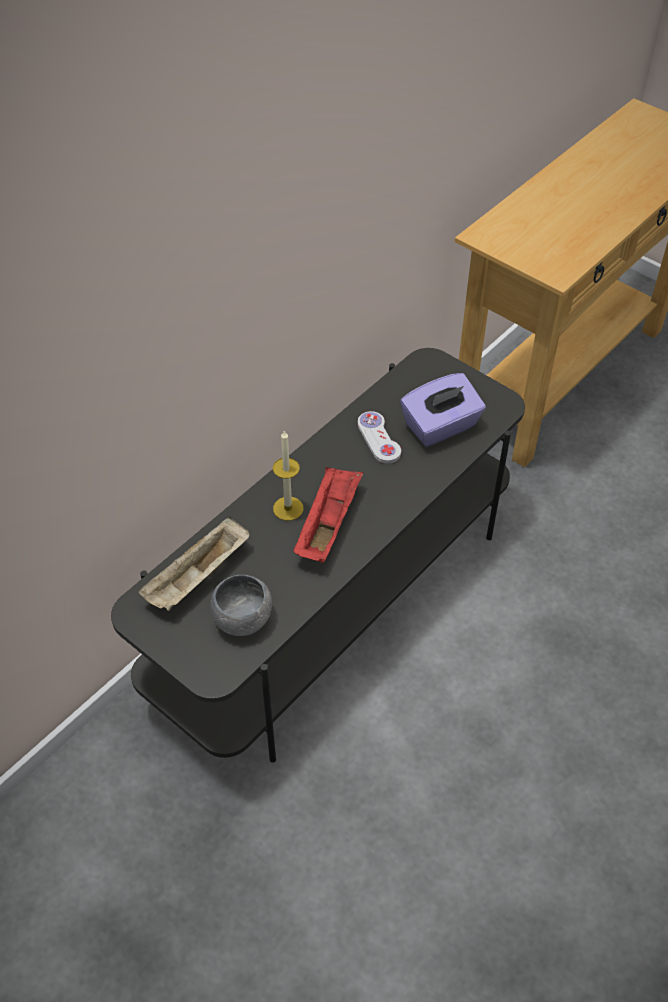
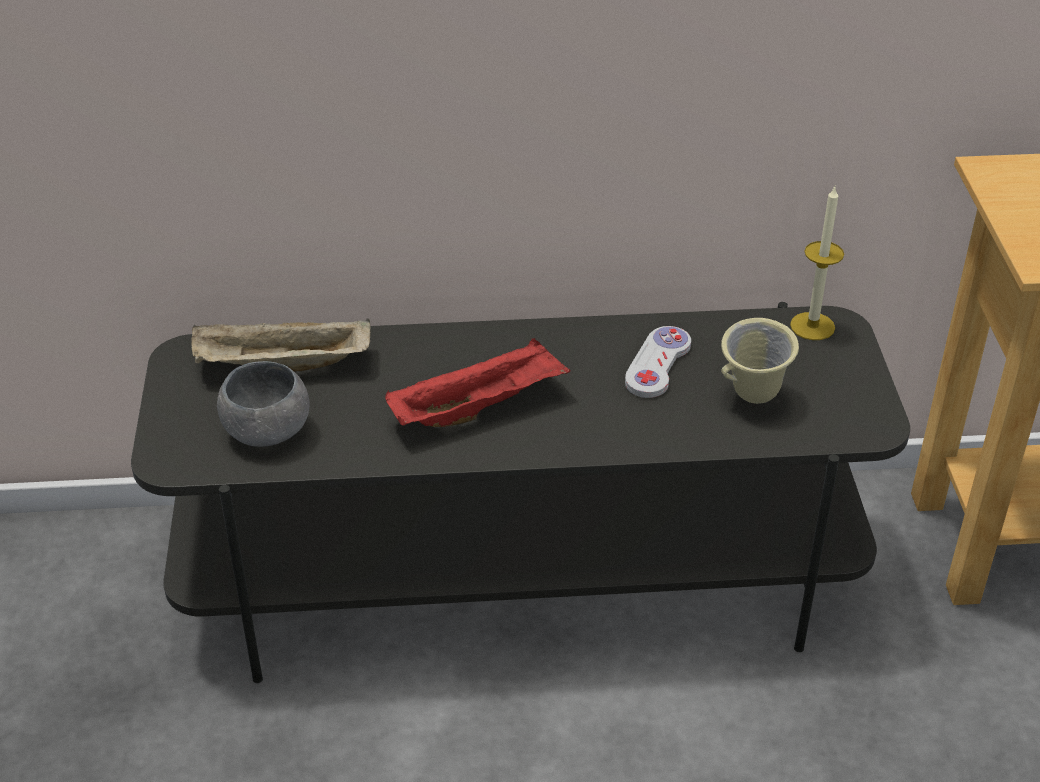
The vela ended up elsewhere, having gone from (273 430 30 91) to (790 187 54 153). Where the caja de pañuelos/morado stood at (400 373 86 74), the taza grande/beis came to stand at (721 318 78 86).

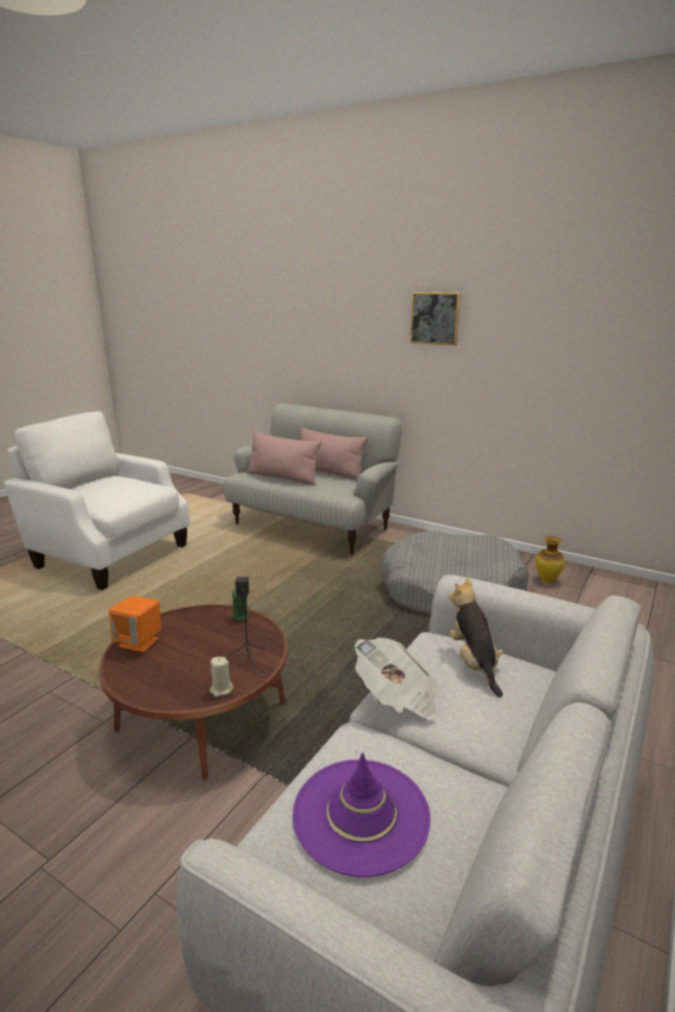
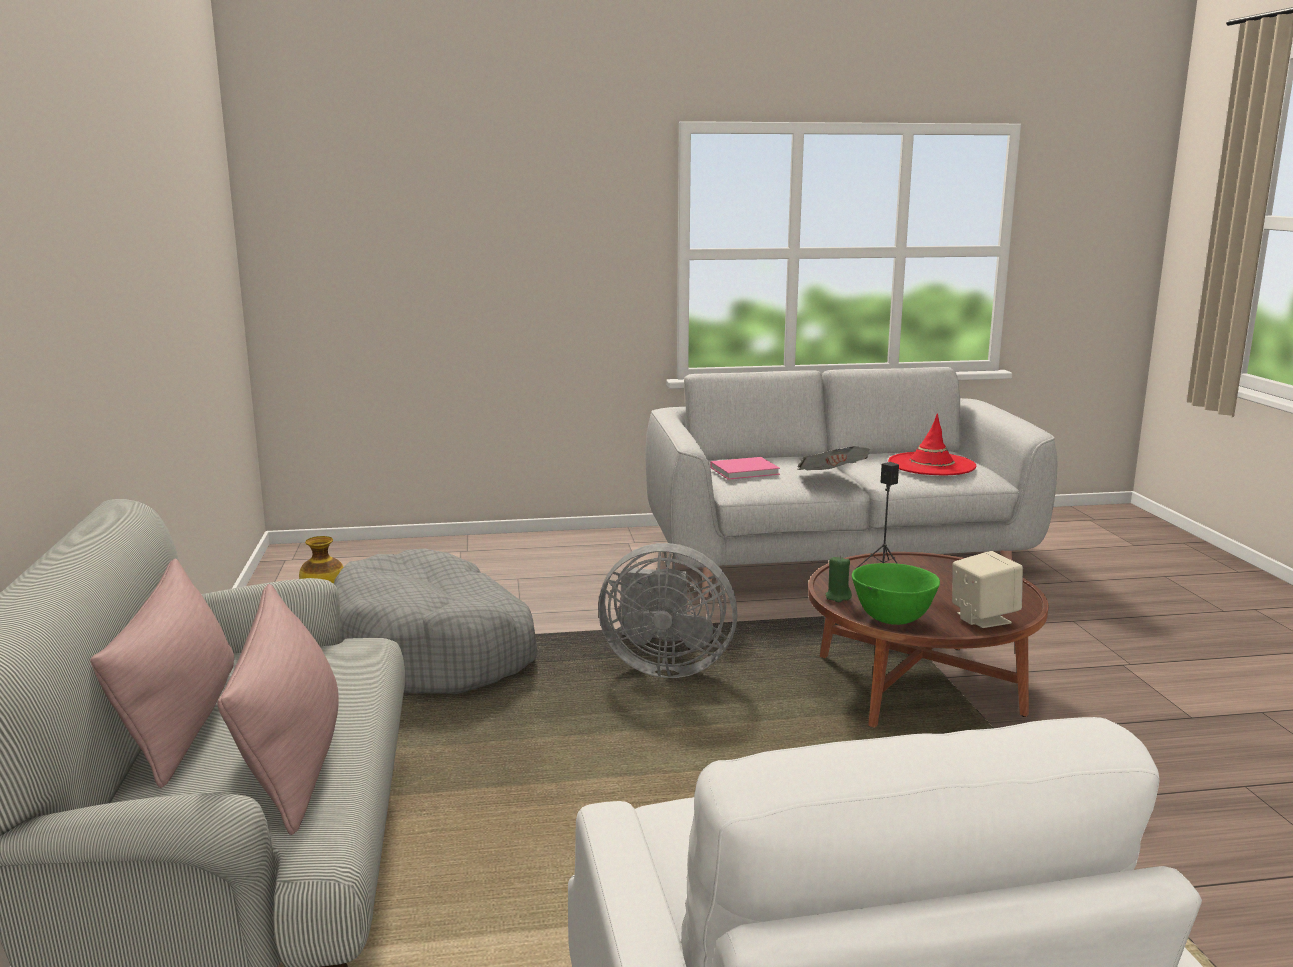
What was the altavoz/naranja at (109 596 52 56) turned into the altavoz/beis at (952 551 71 77). The second view lost the vela/beis at (210 657 23 40). What was the sombrero/morado at (293 753 138 124) turned into the sombrero/rojo at (888 414 88 61). The second view lost the cuadro at (410 292 51 54). Where the peluche stood at (449 577 54 120), the libro/rosa came to stand at (710 457 70 23). The second view gained the ventilador/gris at (598 543 139 135). The second view gained the cuenco/verde at (852 563 88 62).

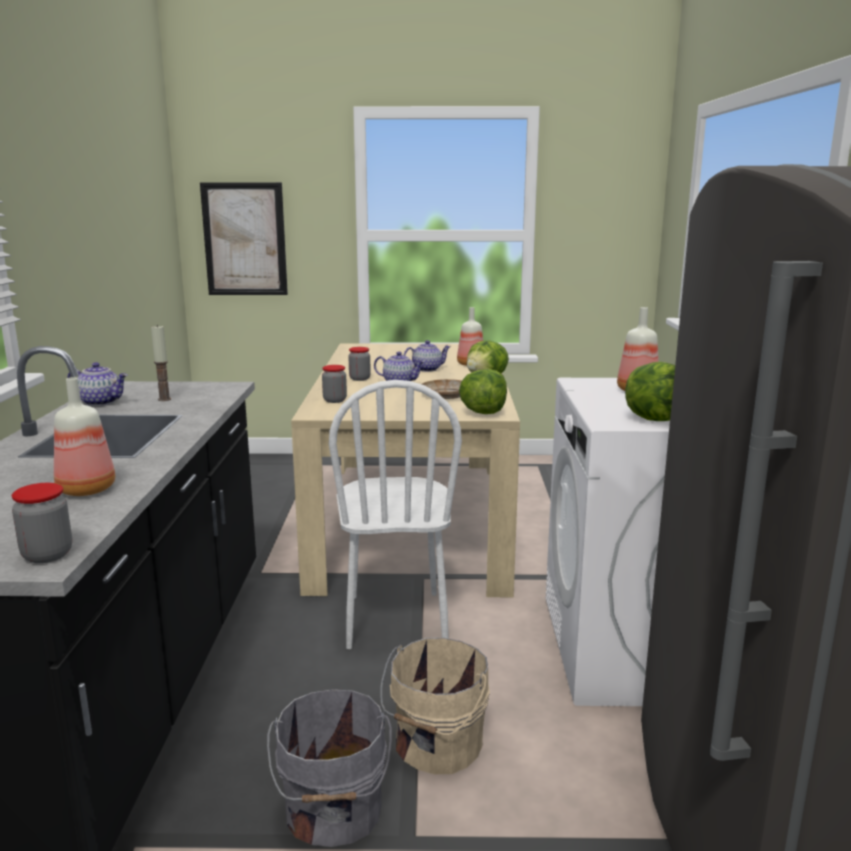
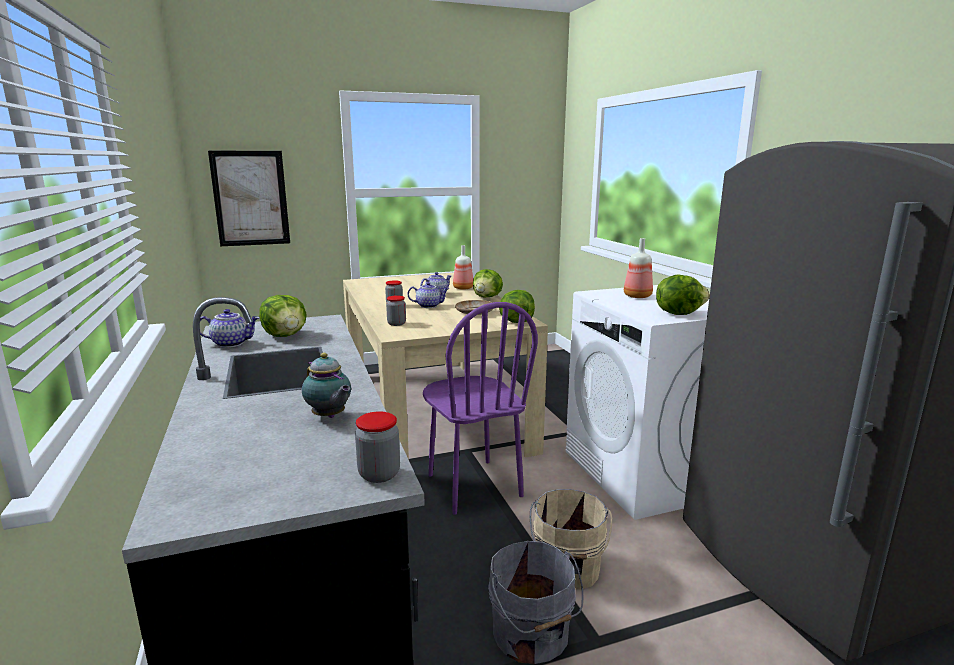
Where the botella stood at (54 377 61 119), the tetera came to stand at (302 353 49 65). Where the vela stood at (151 324 20 77), the lechuga came to stand at (259 295 48 42). What was the silla/blanco at (329 380 133 269) turned into the silla/morado at (423 302 115 213).

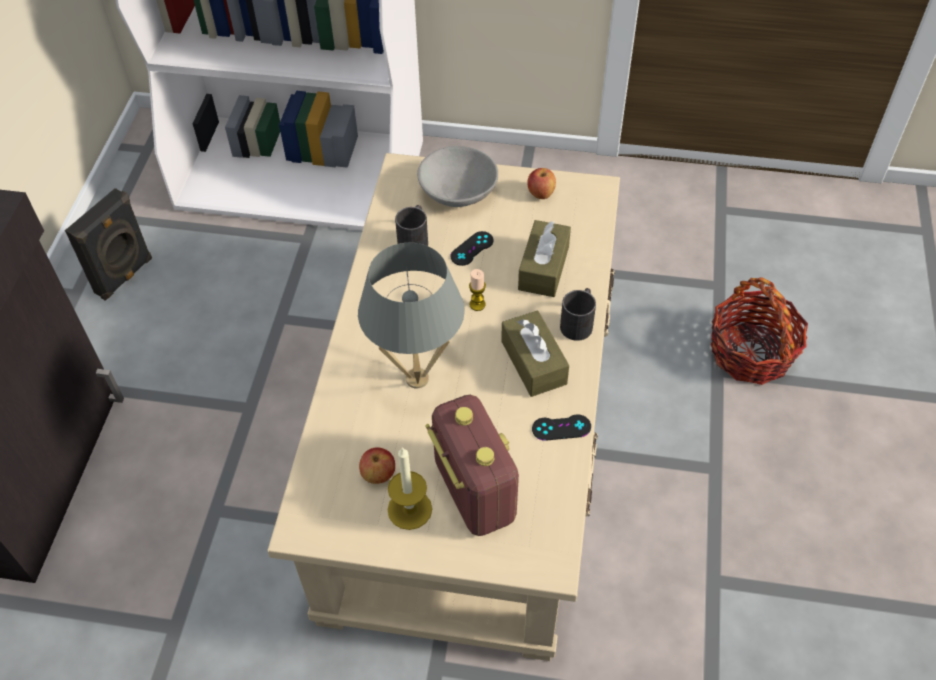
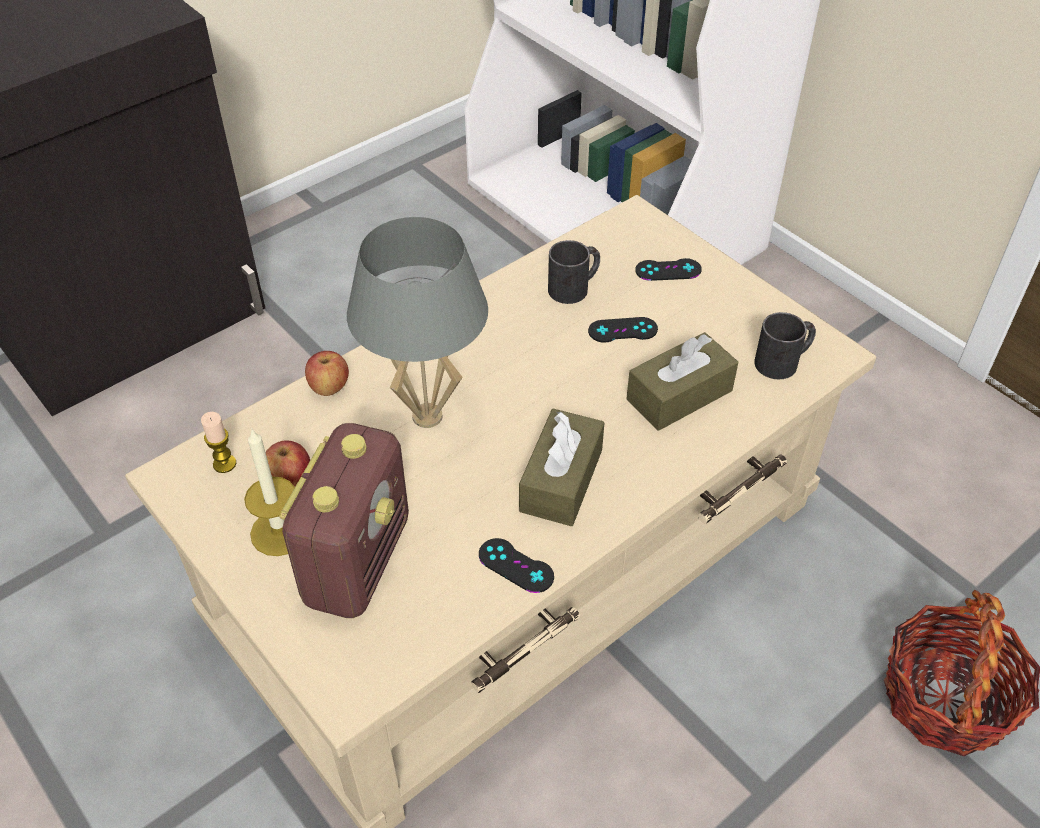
The second view lost the altavoz/negro at (65 188 87 112). Where the cuenco/gris stood at (417 146 81 61), the mando de consola/negro came to stand at (635 258 67 23). The vela ended up elsewhere, having gone from (469 269 17 42) to (201 412 35 61). The manzana ended up elsewhere, having gone from (527 168 29 31) to (305 351 44 45). The taza grande/negro ended up elsewhere, having gone from (560 288 36 53) to (754 312 62 67).

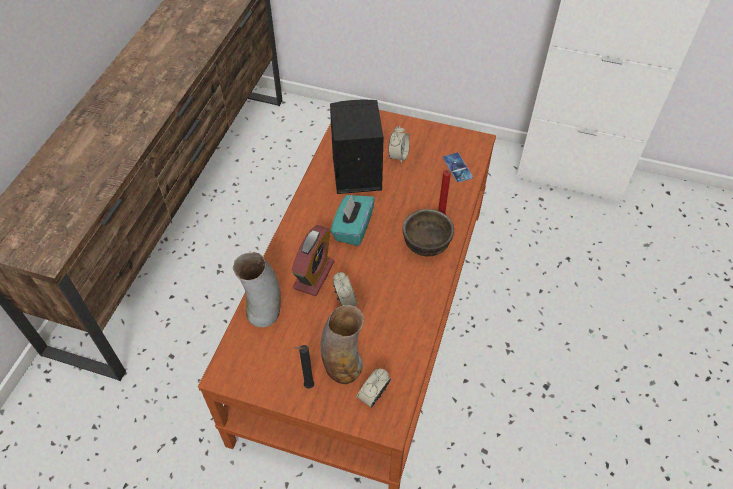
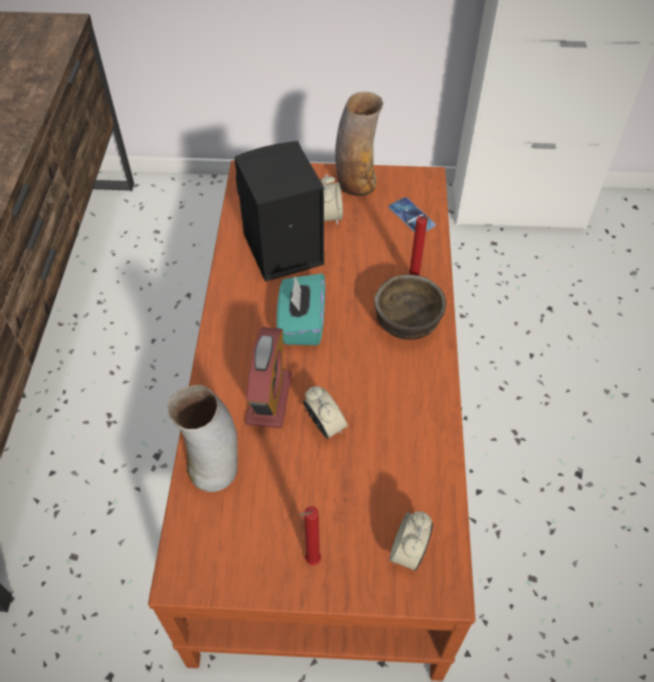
What was the vela/negro at (294 345 20 44) turned into the vela/rojo at (299 506 22 59). The florero ended up elsewhere, having gone from (321 305 43 79) to (335 92 48 104).

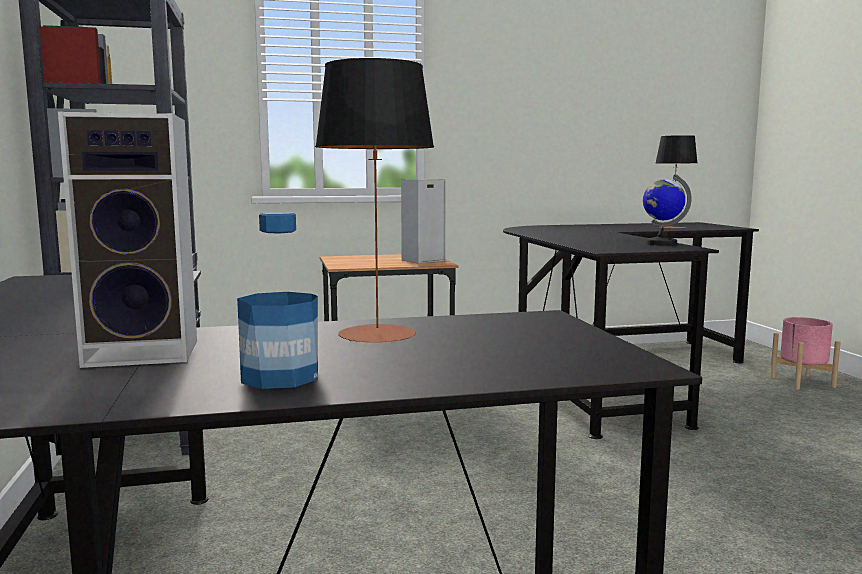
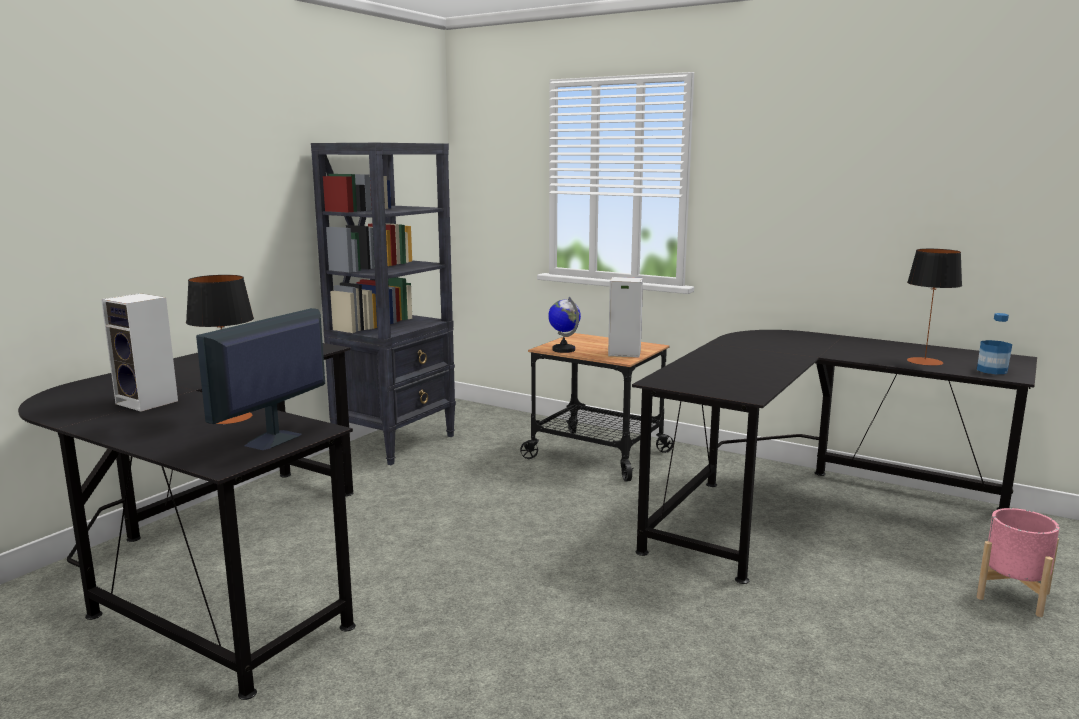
The botella ended up elsewhere, having gone from (237 212 81 177) to (977 313 35 61). The globo terráqueo ended up elsewhere, having gone from (643 174 49 72) to (548 297 33 56). The second view gained the monitor at (196 308 129 142).

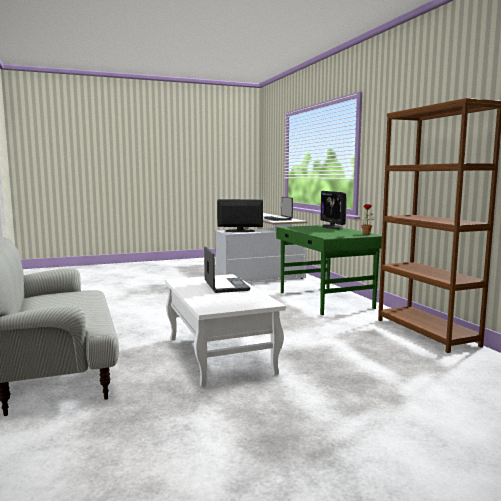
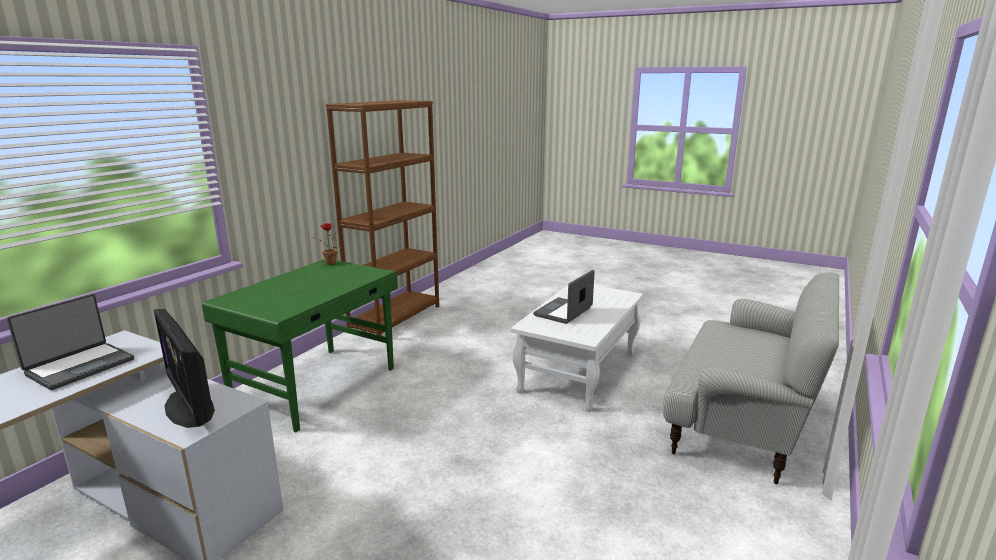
The second view lost the monitor at (320 191 27 38).

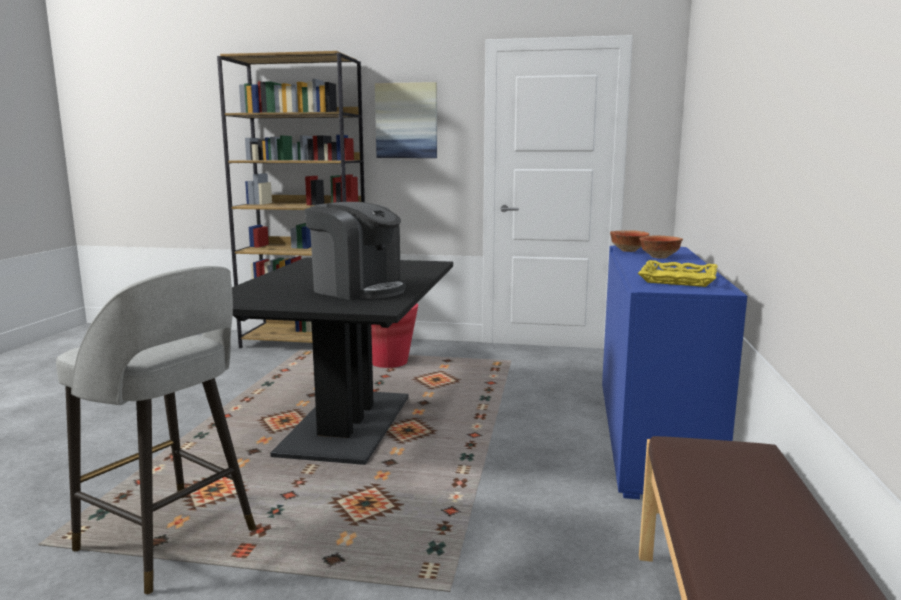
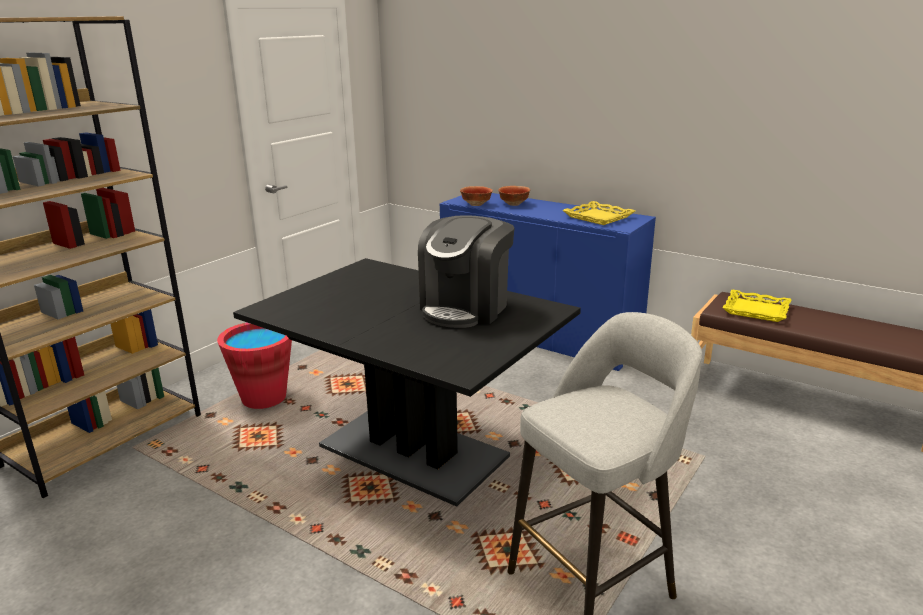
The cafetera at (305 202 101 98) ended up facing another way, 150 degrees clockwise from before. The second view lost the cuadro at (375 82 62 76). The second view gained the bandeja/amarillo at (722 290 70 32).

